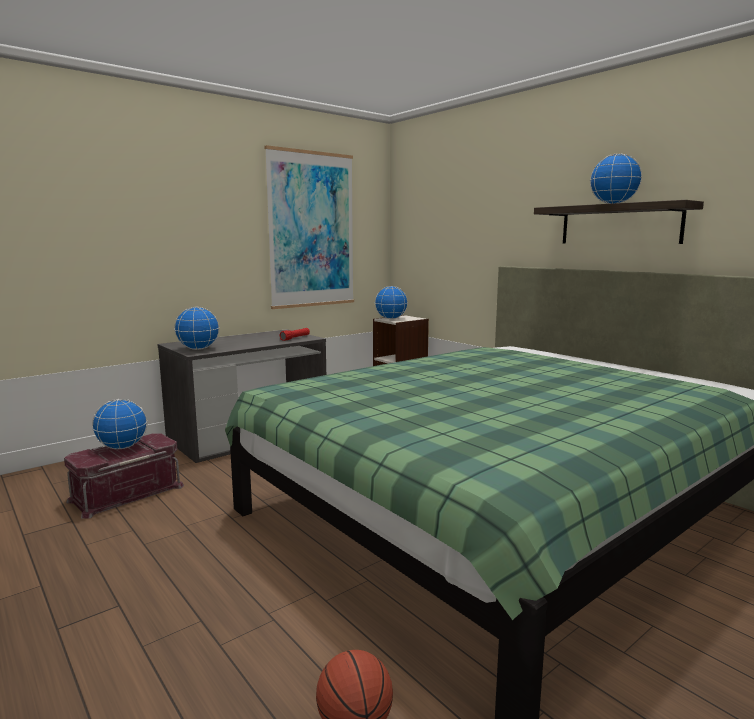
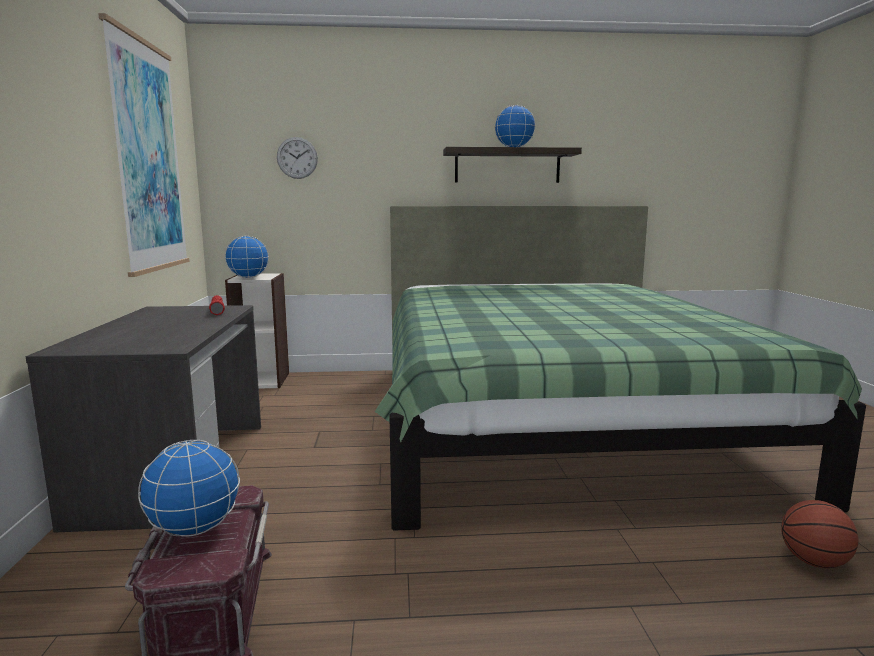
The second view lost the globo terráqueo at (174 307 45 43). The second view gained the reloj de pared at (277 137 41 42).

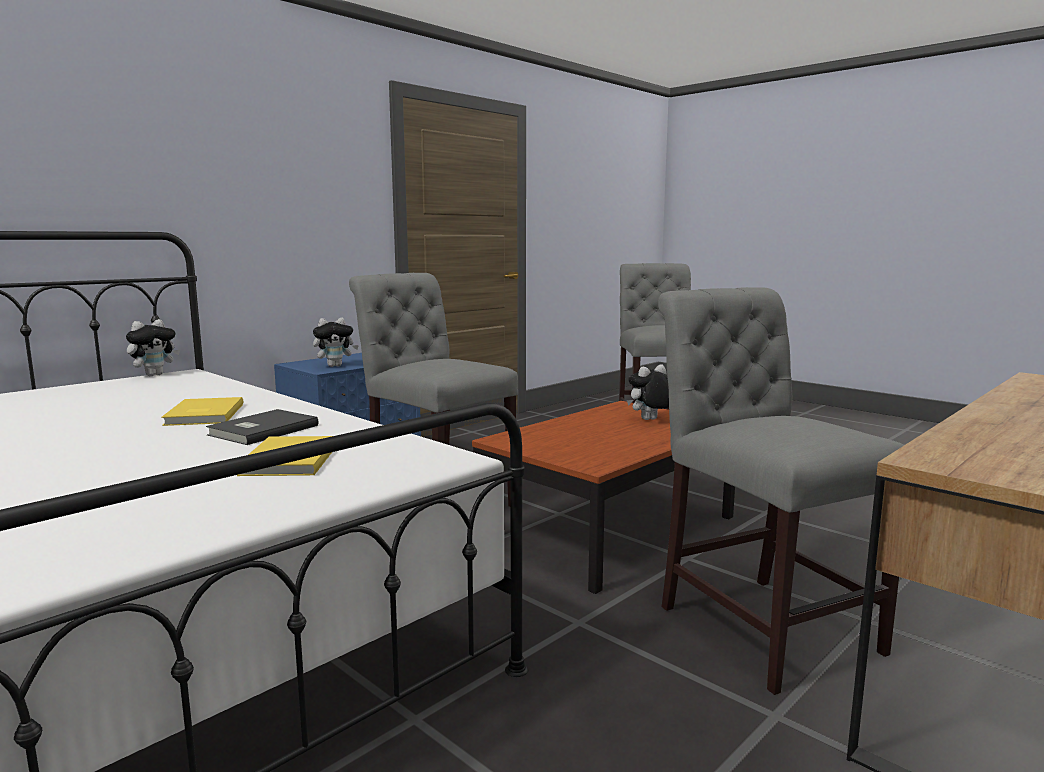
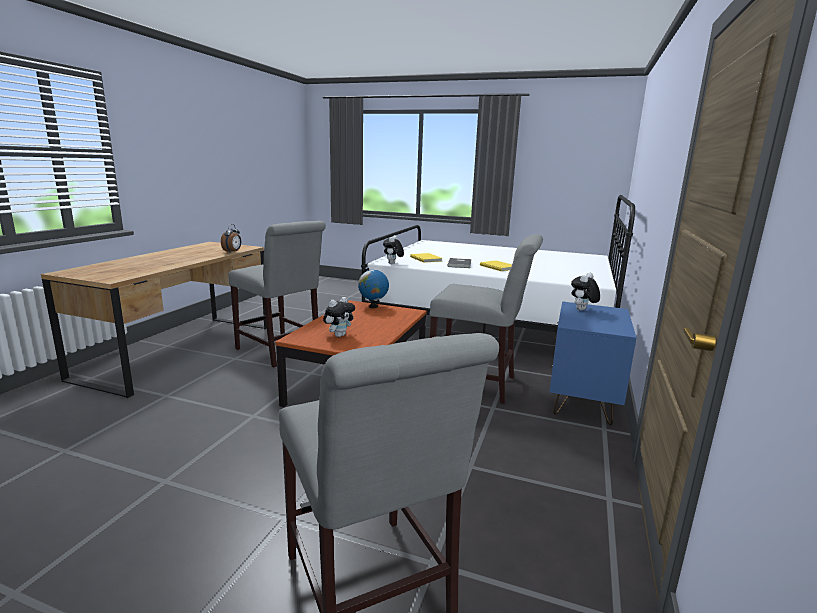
The peluche ended up elsewhere, having gone from (126 319 54 57) to (383 235 21 29). The second view gained the despertador at (221 224 20 28). The second view gained the globo terráqueo at (358 268 31 40).

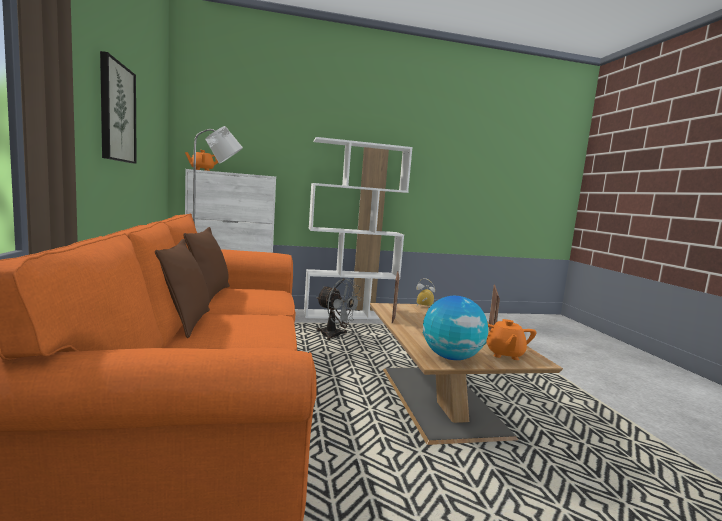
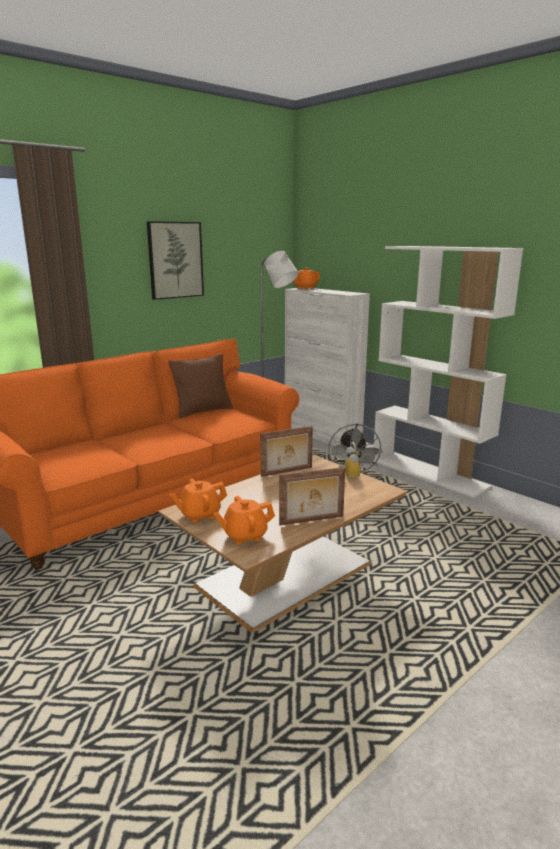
The second view lost the cojín/marrón at (155 239 55 99). Where the globo terráqueo stood at (423 296 65 64), the tetera/naranja came to stand at (170 478 57 45).

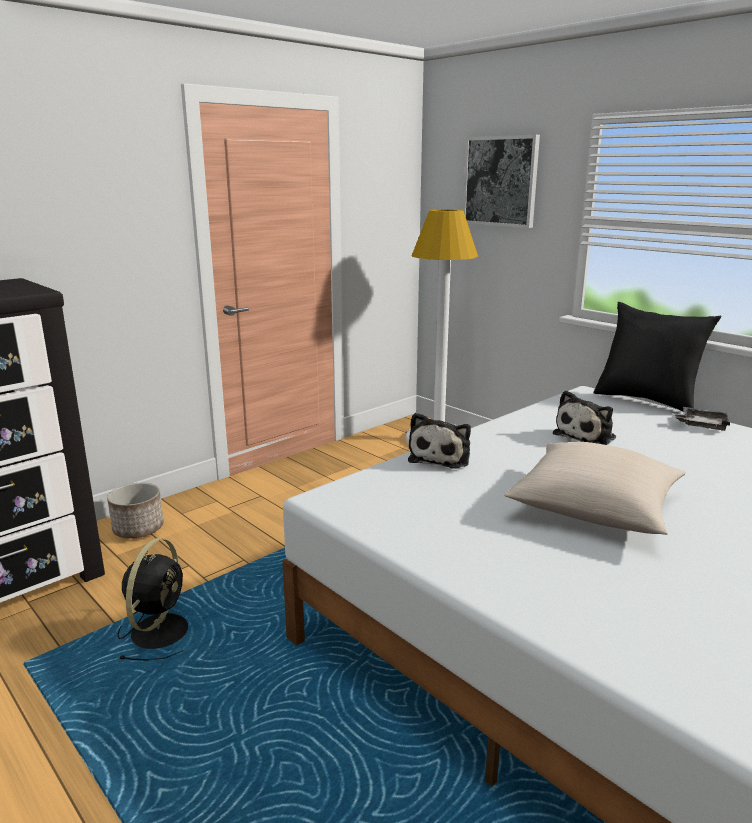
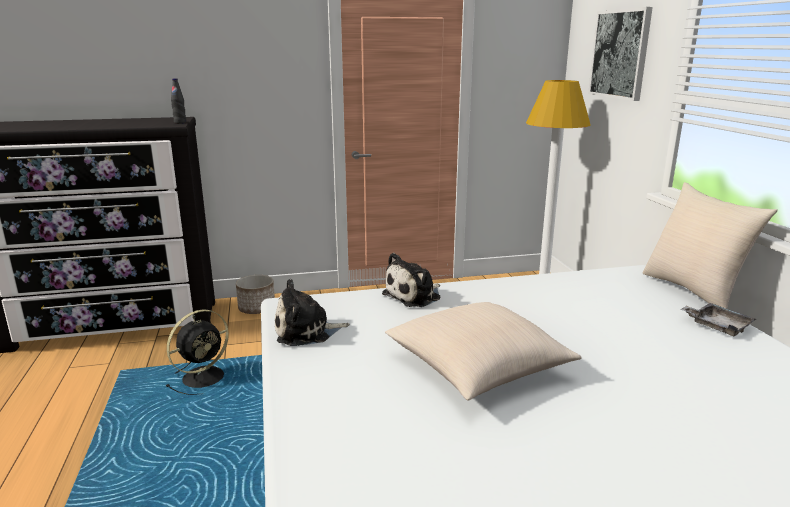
The peluche ended up elsewhere, having gone from (553 390 63 55) to (275 279 75 67). What was the cojín/negro at (594 302 127 110) turned into the cojín/beis at (643 182 135 127). The second view gained the botella/negro at (171 78 15 46).

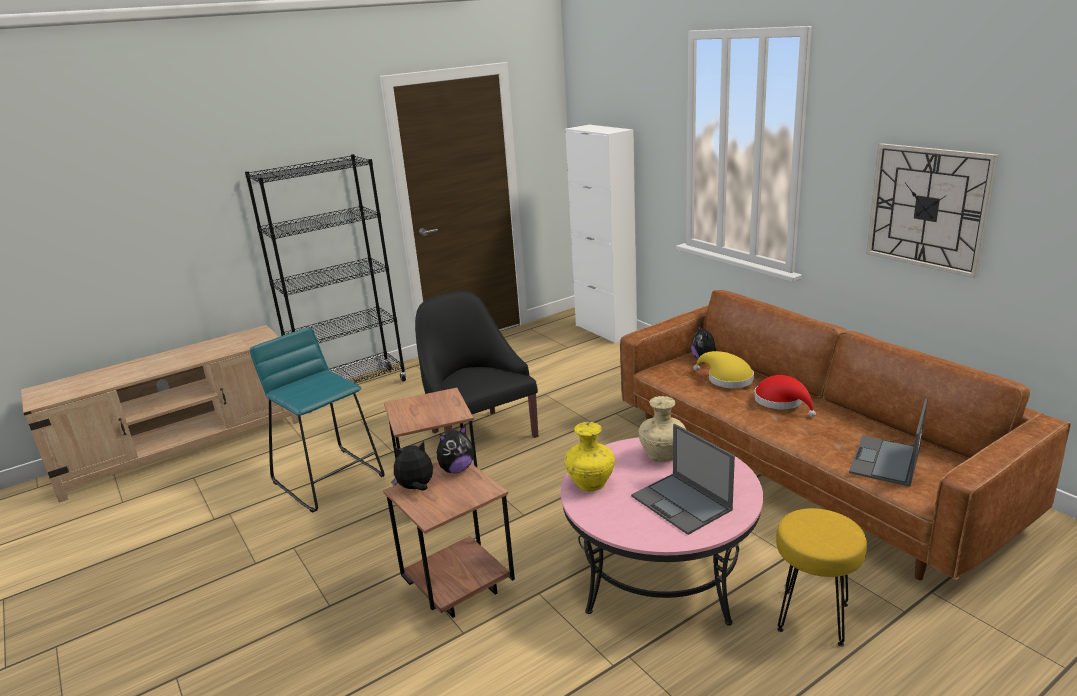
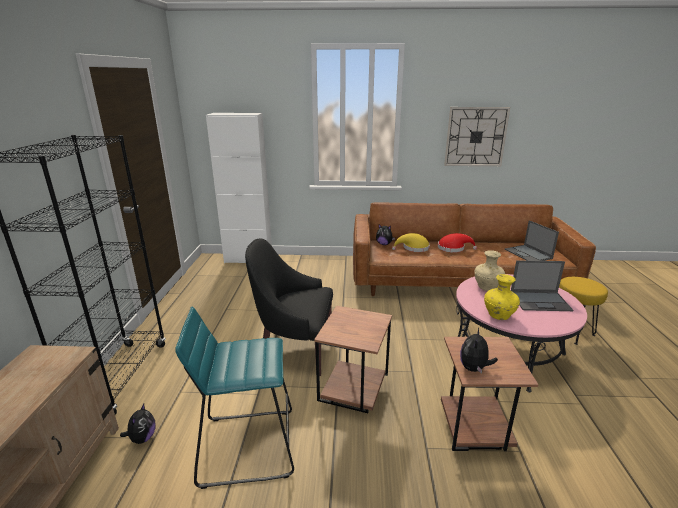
The peluche ended up elsewhere, having gone from (436 425 38 48) to (120 404 35 40).

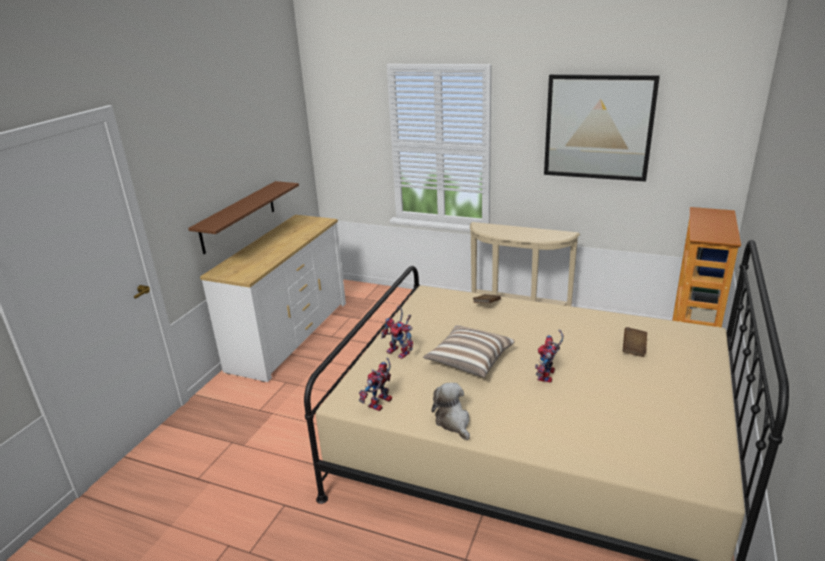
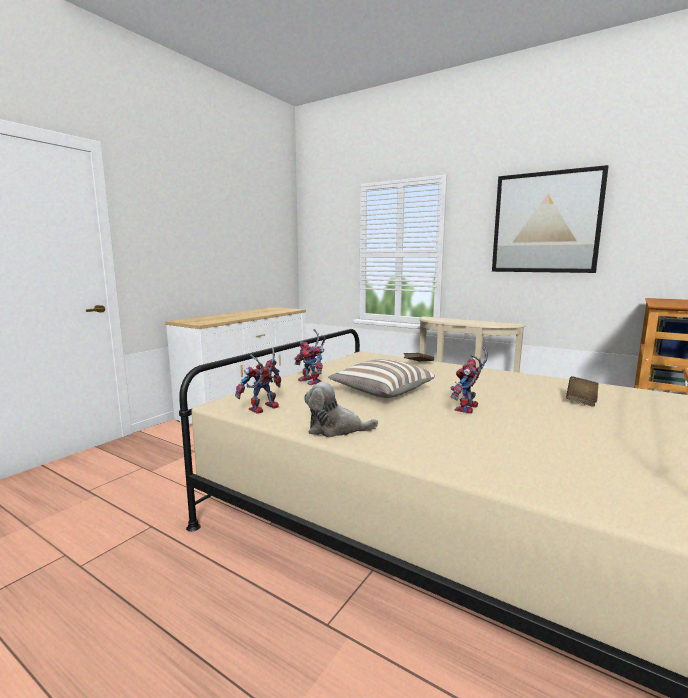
The second view lost the estante/marrón at (188 181 111 73). The peluche at (431 383 39 57) ended up facing another way, 75 degrees counterclockwise from before.

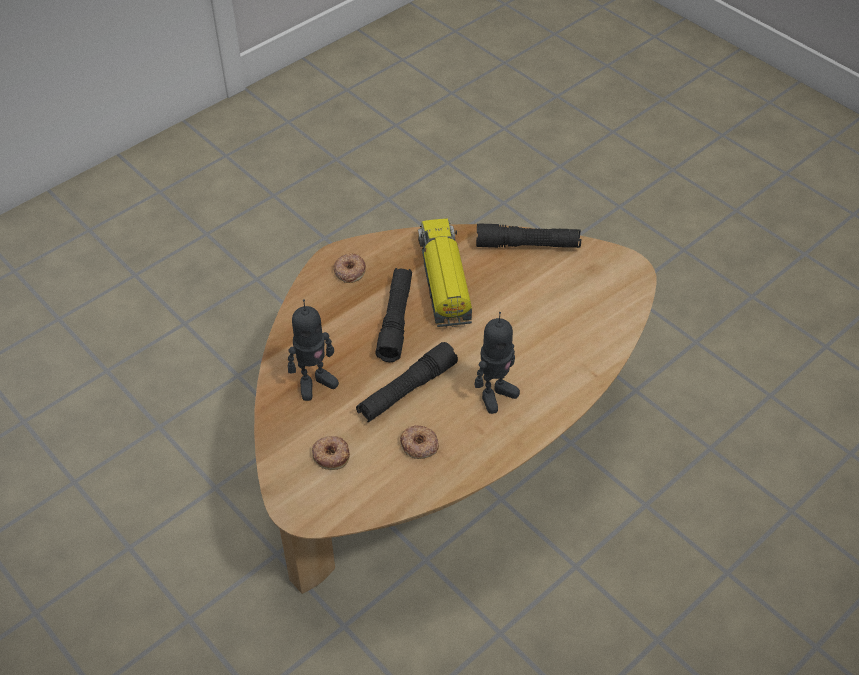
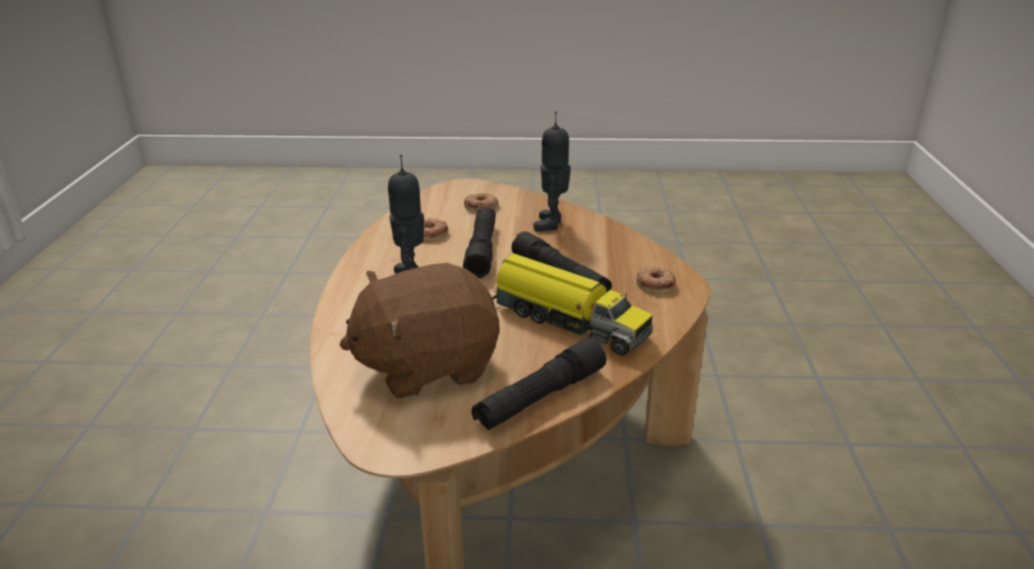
The second view gained the peluche/marrón at (339 263 160 136).

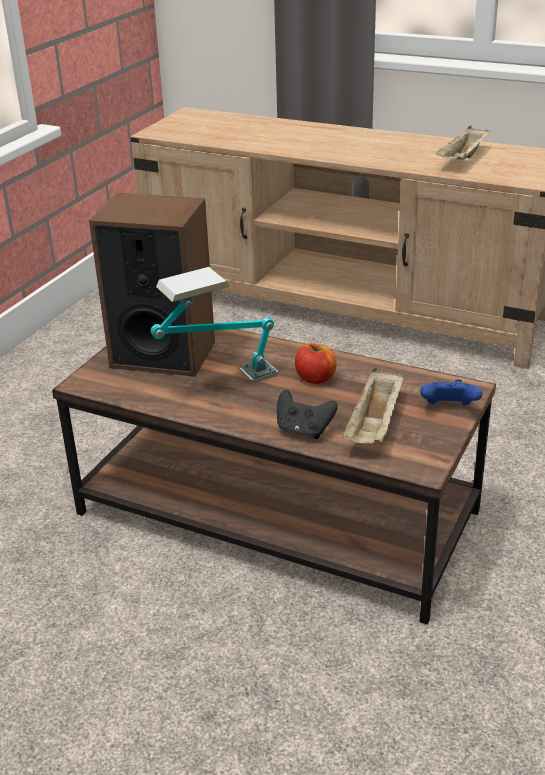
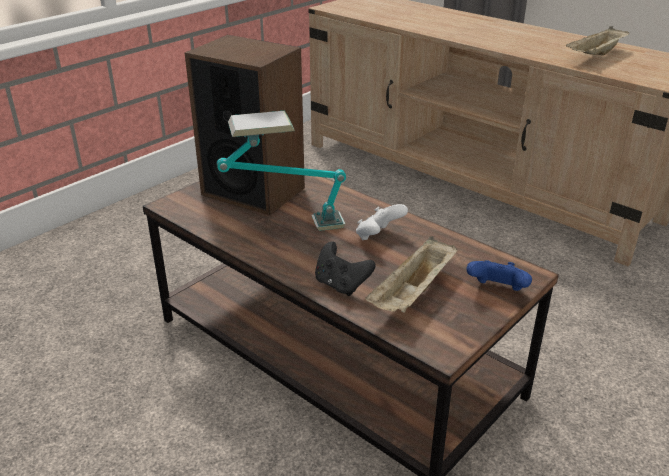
Where the manzana stood at (295 343 41 41), the mando de consola/blanco came to stand at (356 204 52 36).

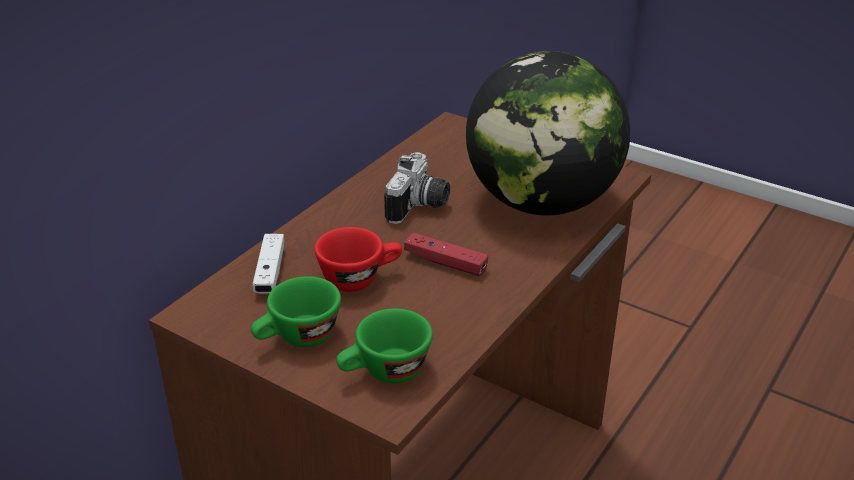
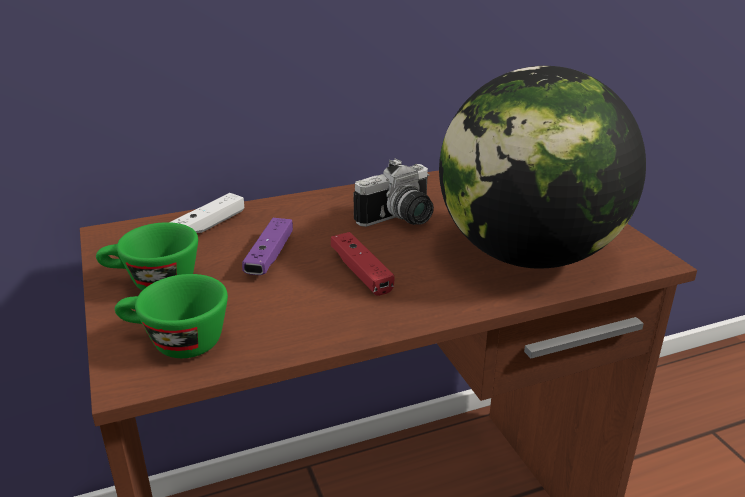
Where the taza/rojo stood at (314 227 88 65), the mando de consola/morado came to stand at (242 218 51 57).

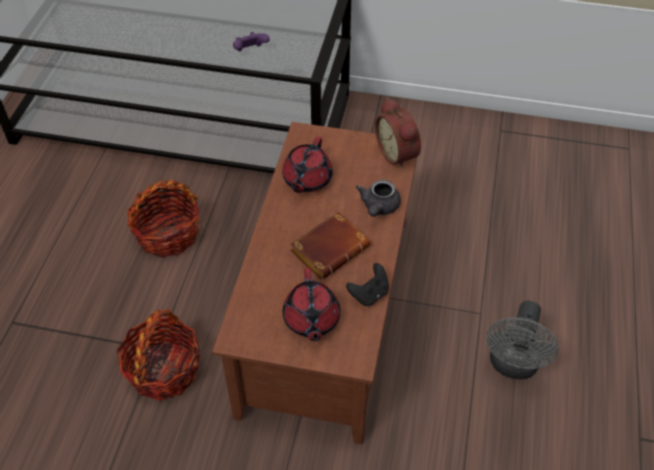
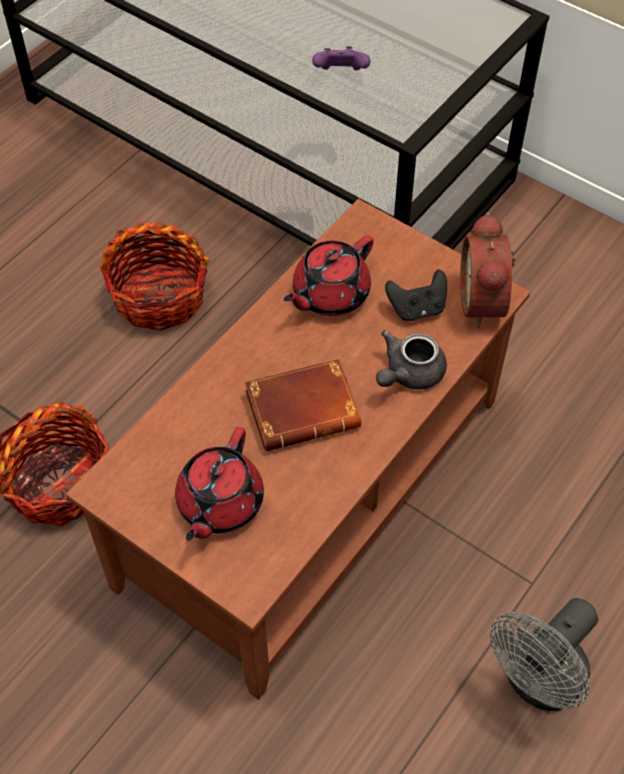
The mando de consola/negro ended up elsewhere, having gone from (346 263 43 43) to (385 269 62 52).

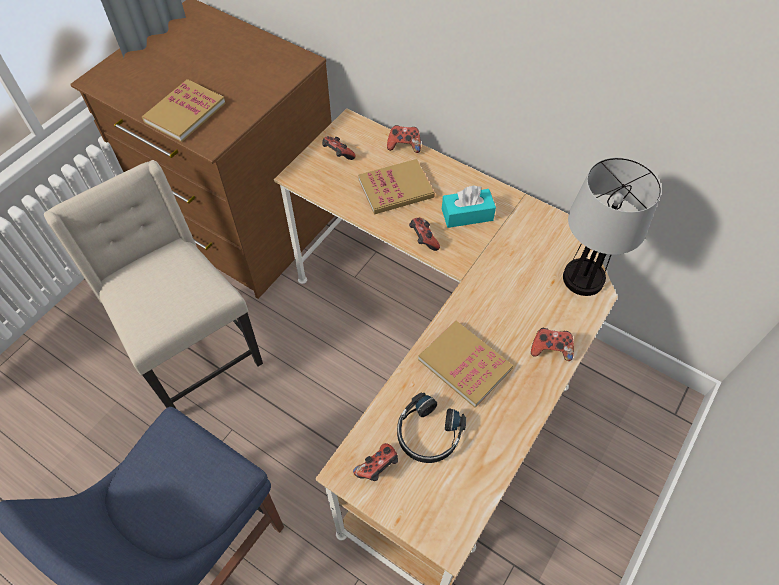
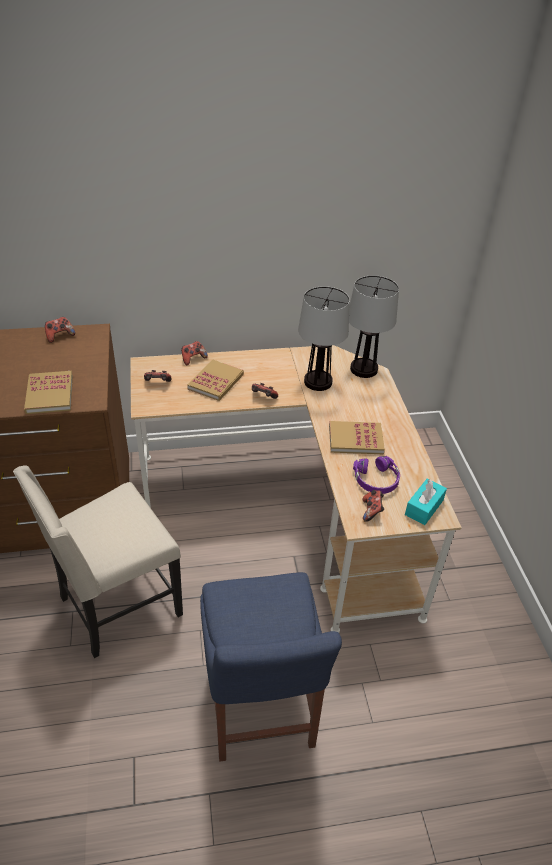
The silla/beis at (44 160 219 248) ended up facing another way, 45 degrees counterclockwise from before. What was the auriculares/negro at (397 393 69 70) turned into the auriculares/morado at (353 456 47 38). The caja de pañuelos/turquesa ended up elsewhere, having gone from (442 185 54 43) to (405 479 42 46). The mando de consola ended up elsewhere, having gone from (531 328 43 33) to (45 317 30 26). The second view gained the lámpara de mesa at (298 286 52 105).

